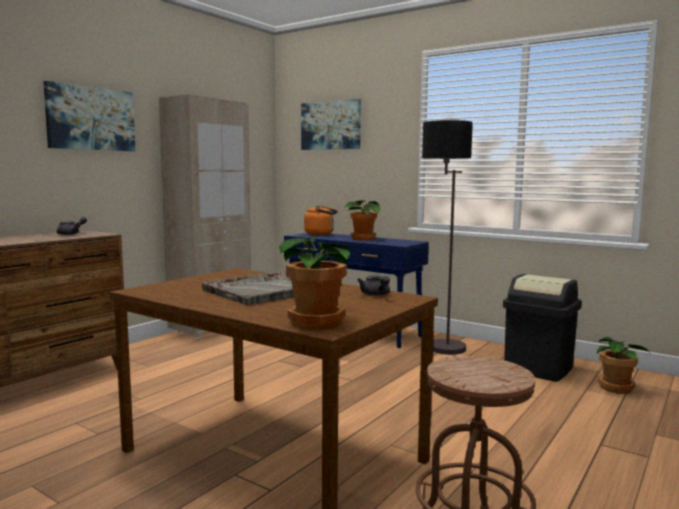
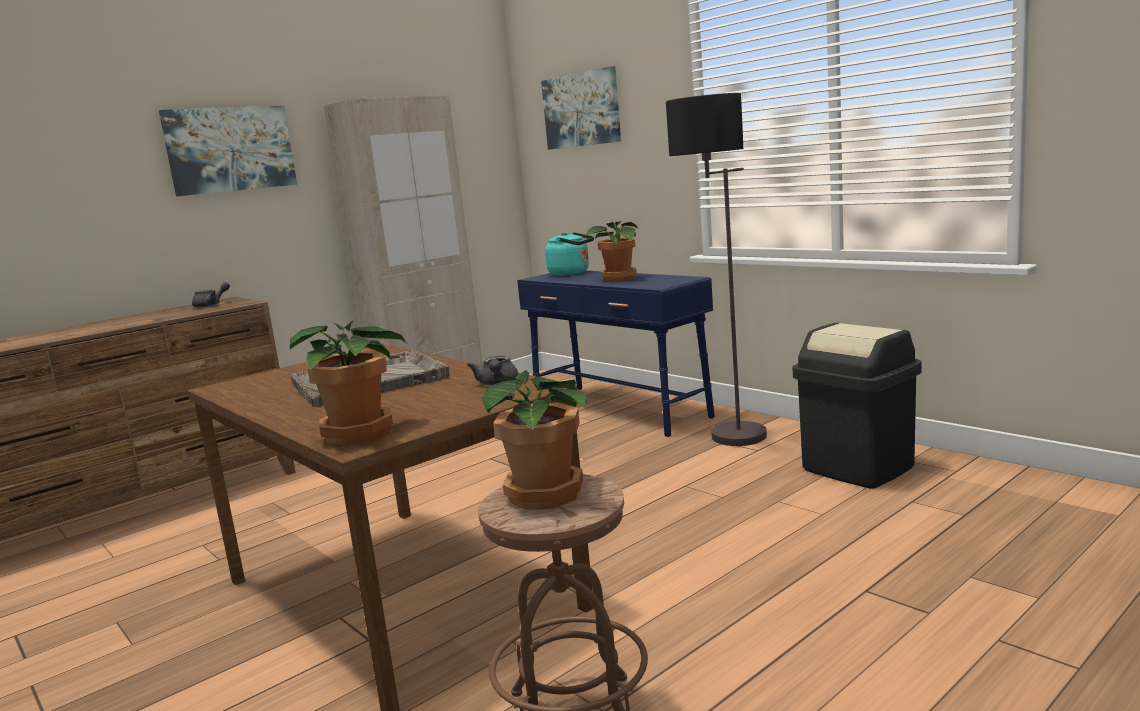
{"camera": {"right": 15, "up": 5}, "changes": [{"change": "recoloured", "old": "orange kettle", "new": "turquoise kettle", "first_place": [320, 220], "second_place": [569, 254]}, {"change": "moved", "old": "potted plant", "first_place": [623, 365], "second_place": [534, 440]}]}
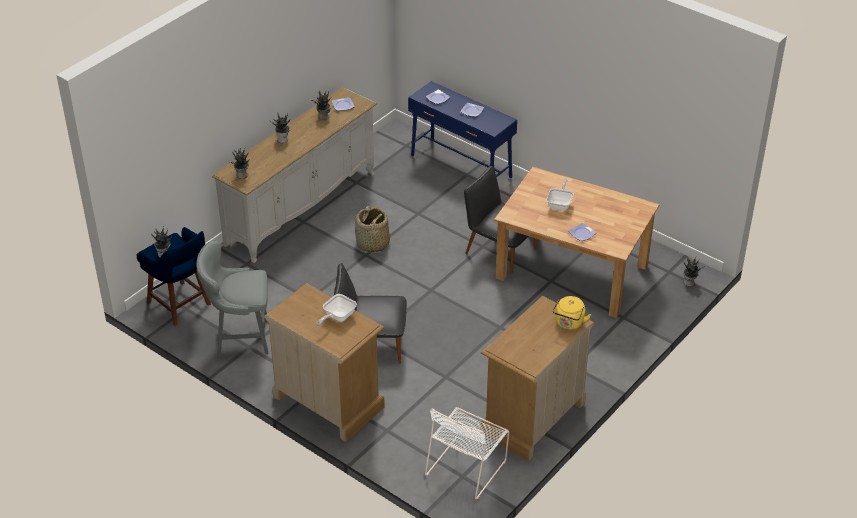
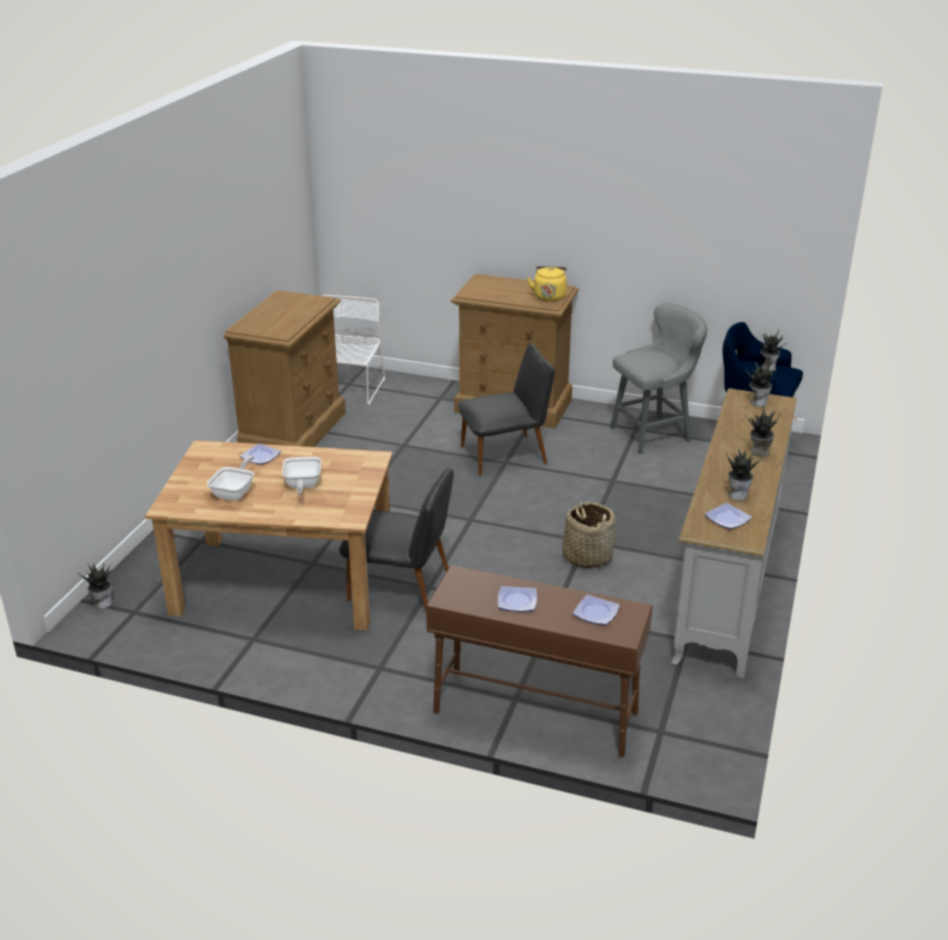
{"camera": {"right": 160, "up": -10}, "changes": [{"change": "moved", "old": "frying pan", "first_place": [336, 310], "second_place": [230, 478]}, {"change": "recoloured", "old": "blue console table", "new": "brown console table", "first_place": [462, 129], "second_place": [539, 661]}, {"change": "moved", "old": "yellow kettle", "first_place": [572, 313], "second_place": [547, 283]}]}
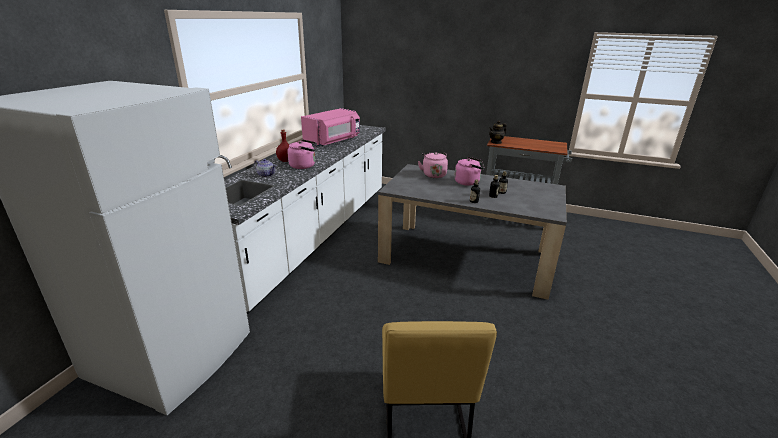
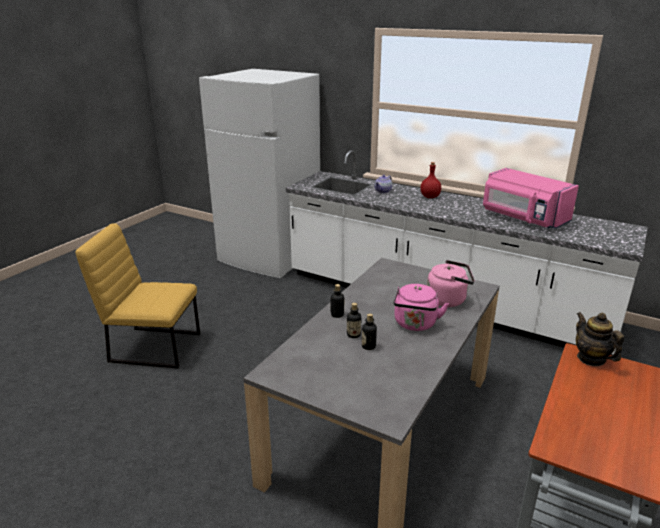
{"camera": {"right": 100, "up": 0}, "changes": [{"change": "removed", "old": "pink kettle", "first_place": [302, 154]}]}
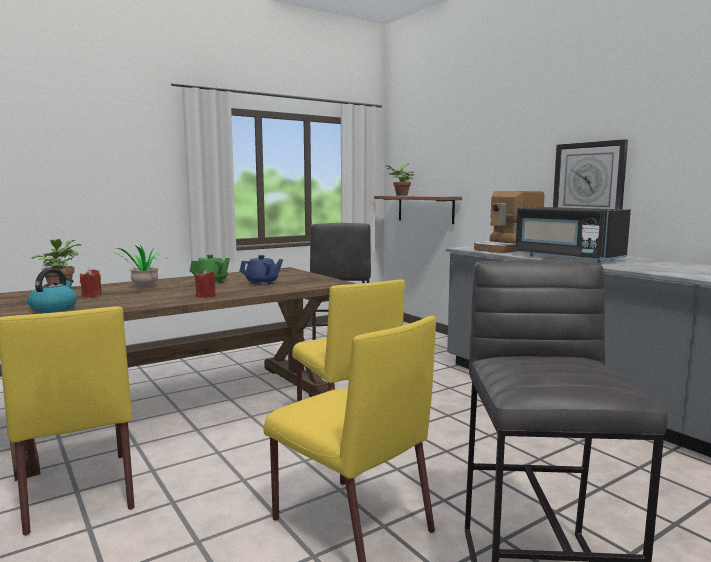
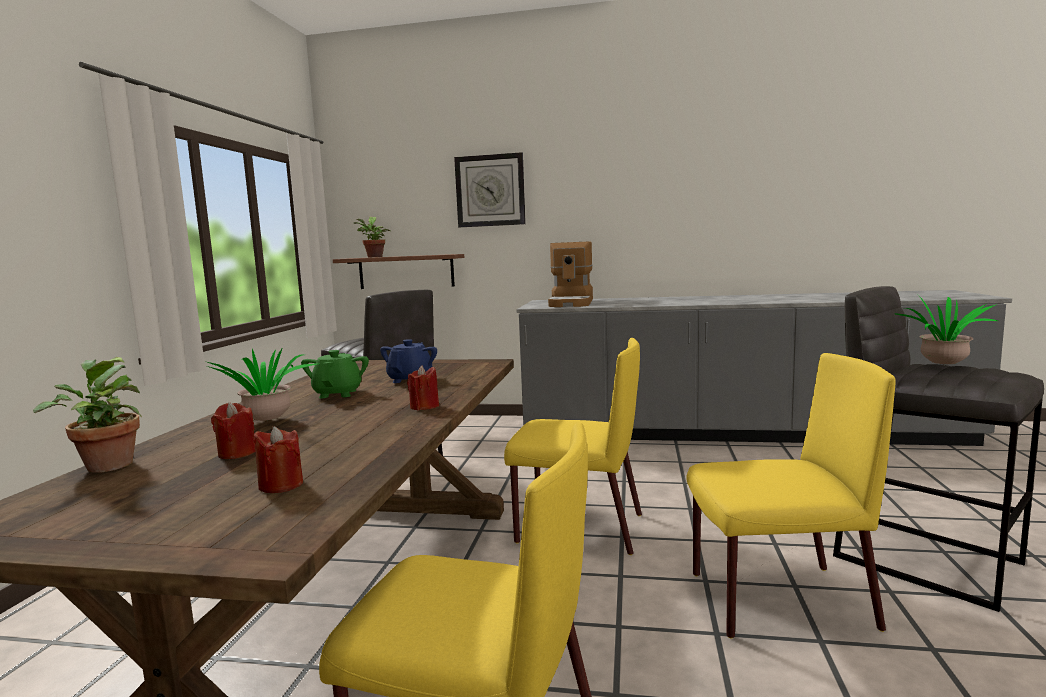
{"camera": {"right": -45, "up": 0}, "changes": [{"change": "replaced", "old": "kettle", "new": "red candle", "first_place": [52, 290], "second_place": [278, 459]}, {"change": "removed", "old": "black microwave", "first_place": [573, 235]}, {"change": "moved", "old": "wall clock", "first_place": [590, 174], "second_place": [490, 189]}, {"change": "added", "new": "potted plant", "second_place": [946, 329]}]}
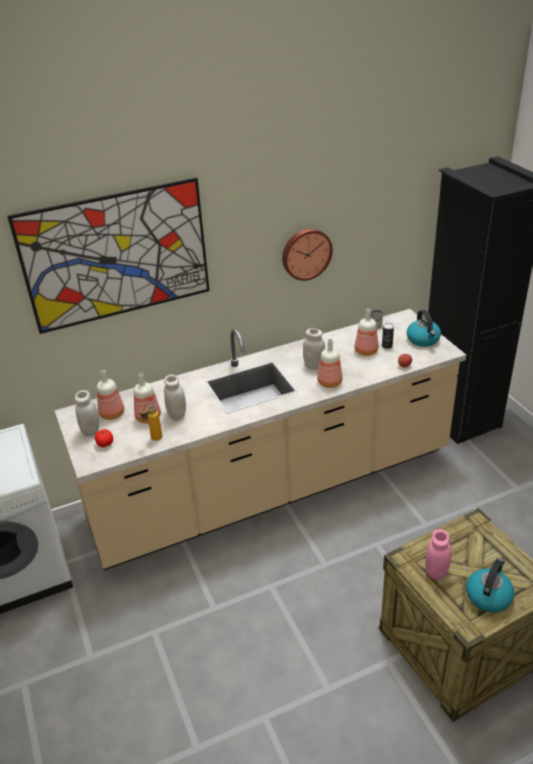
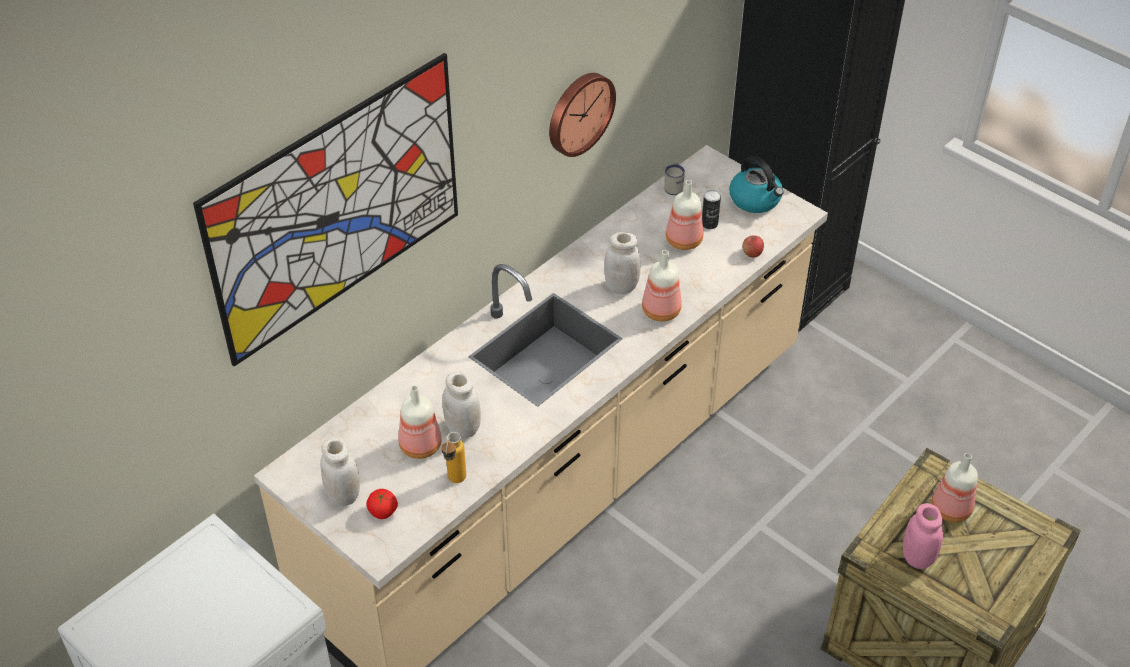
{"camera": {"right": -25, "up": 10}, "changes": [{"change": "moved", "old": "bottle", "first_place": [110, 395], "second_place": [955, 487]}, {"change": "removed", "old": "kettle", "first_place": [490, 585]}]}
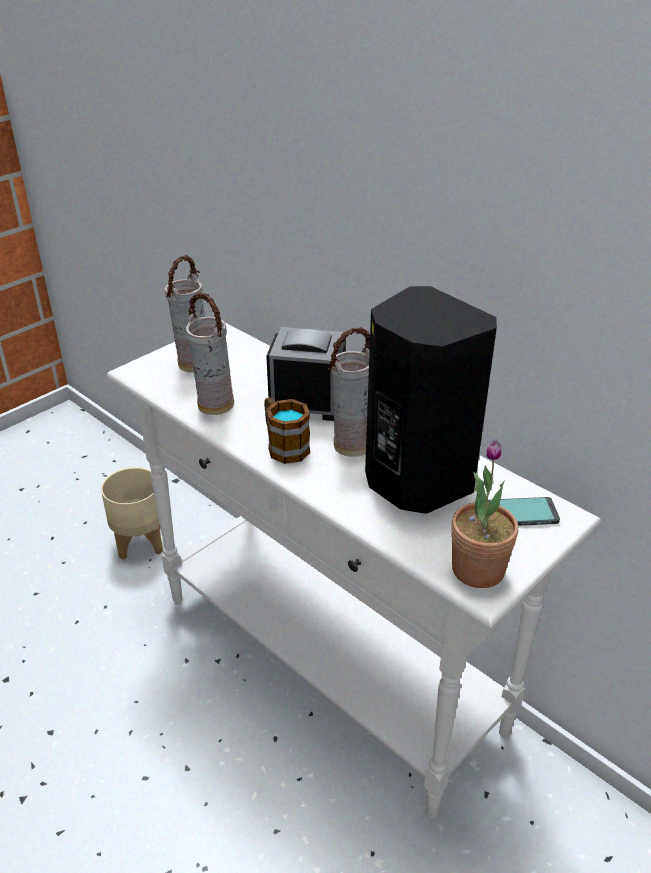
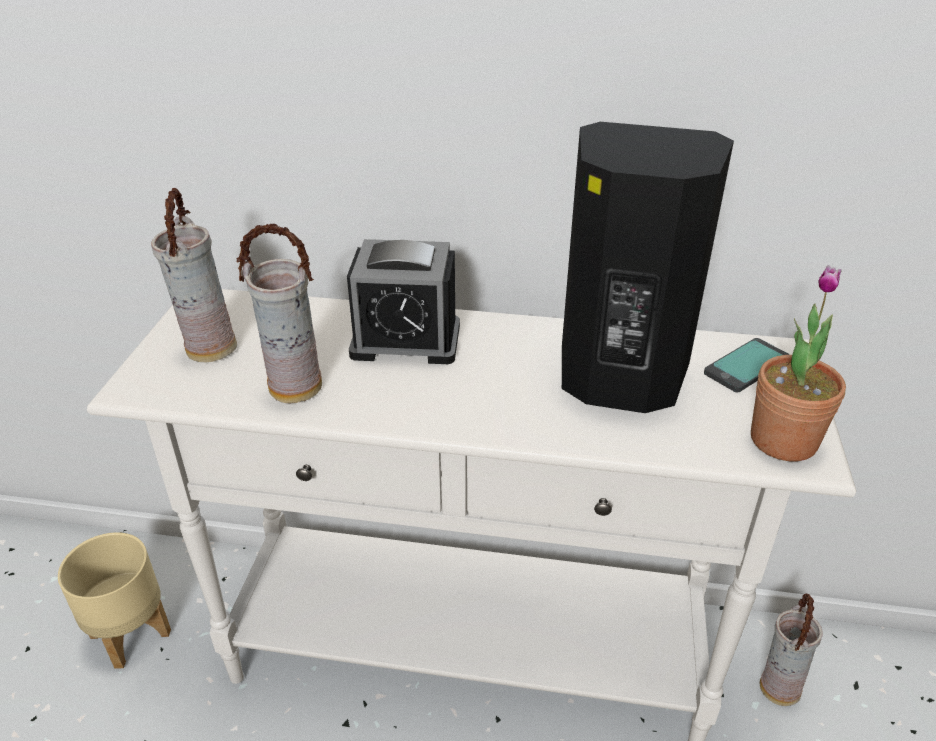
{"camera": {"right": -35, "up": 0}, "changes": [{"change": "removed", "old": "mug", "first_place": [287, 430]}, {"change": "turned", "old": "alarm clock", "first_place": [306, 374], "second_place": [403, 301], "degrees": -150}, {"change": "moved", "old": "vase", "first_place": [349, 392], "second_place": [791, 650]}]}
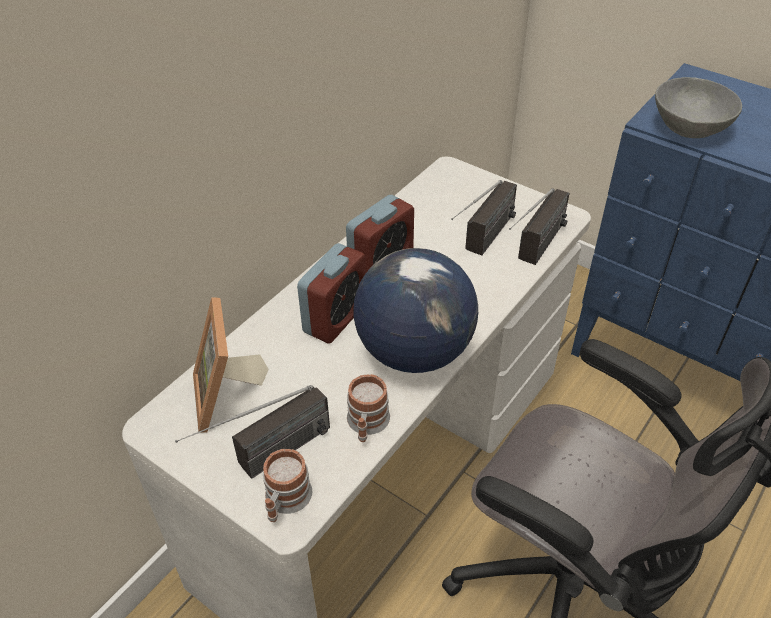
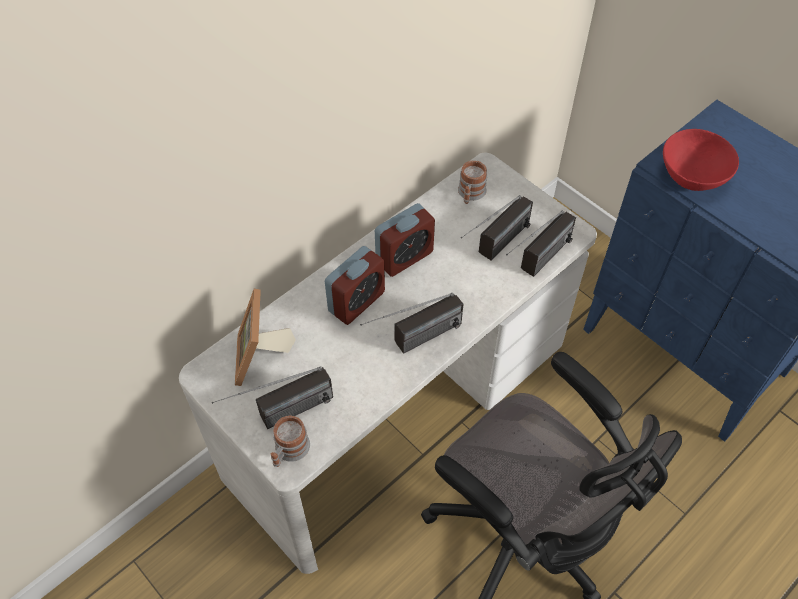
{"camera": {"right": 10, "up": 10}, "changes": [{"change": "moved", "old": "mug", "first_place": [368, 408], "second_place": [472, 182]}, {"change": "replaced", "old": "globe", "new": "radio", "first_place": [415, 310], "second_place": [411, 323]}, {"change": "recoloured", "old": "grey bowl", "new": "red bowl", "first_place": [698, 107], "second_place": [701, 160]}]}
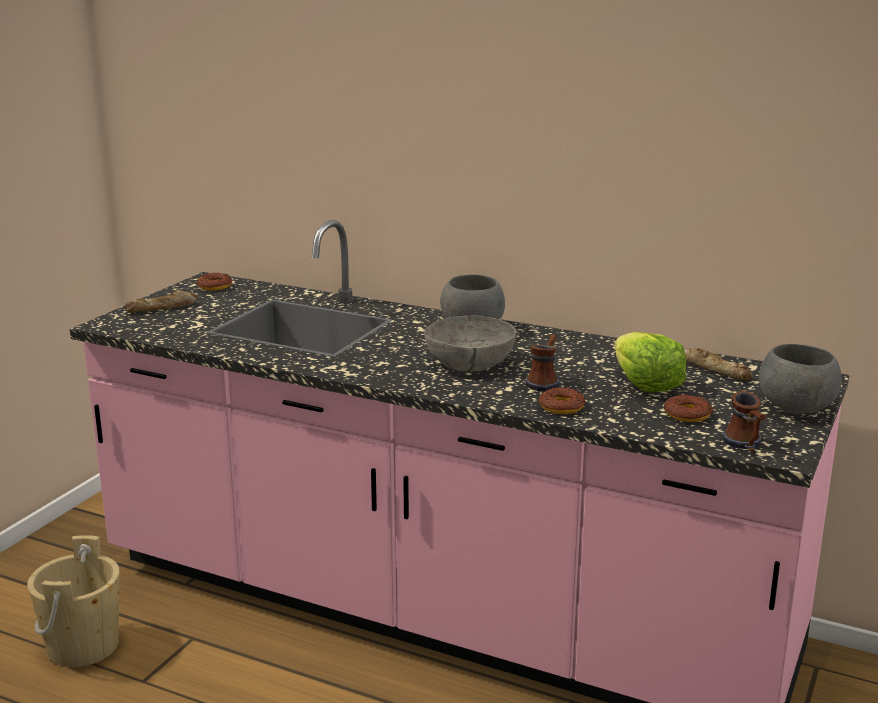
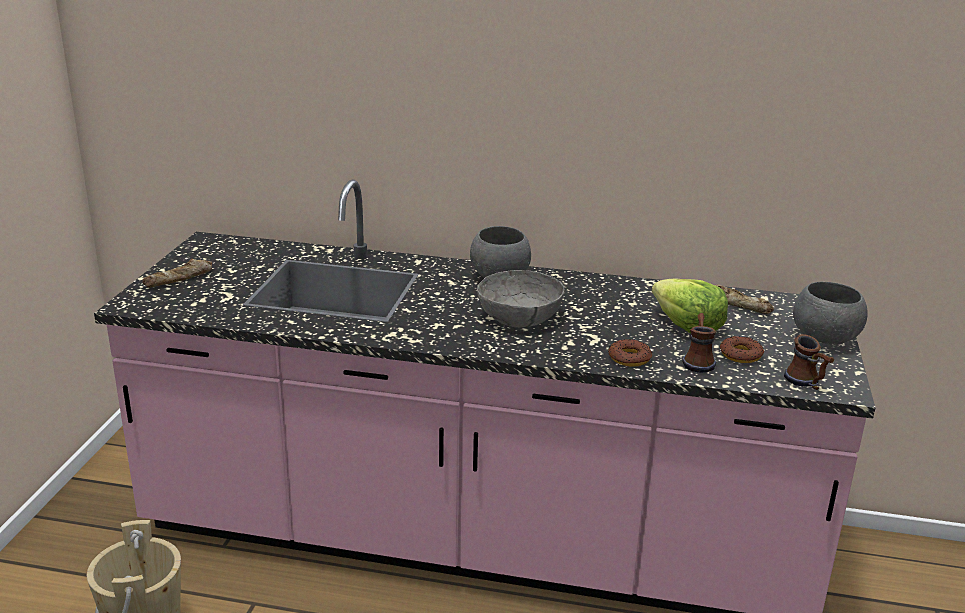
{"camera": {"right": -15, "up": 5}, "changes": [{"change": "removed", "old": "donut", "first_place": [214, 282]}, {"change": "moved", "old": "mug", "first_place": [542, 363], "second_place": [699, 343]}]}
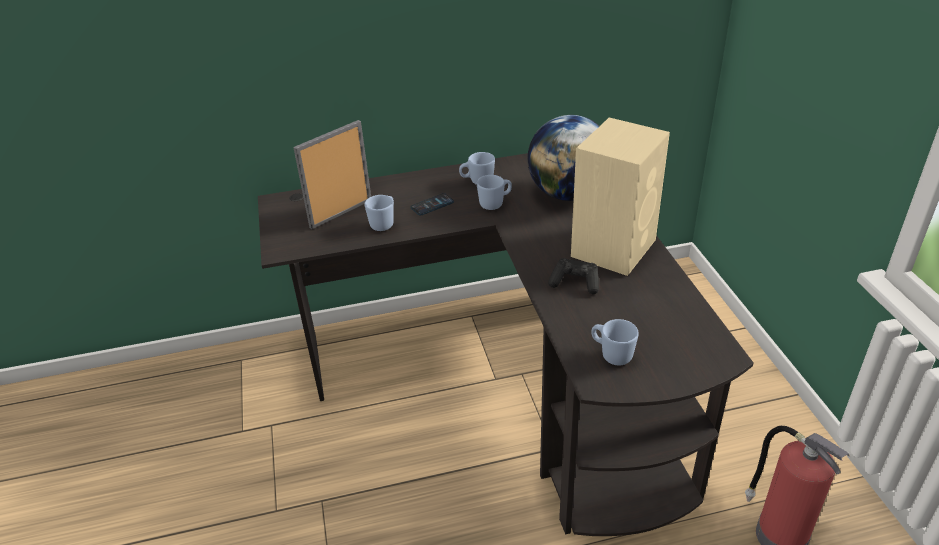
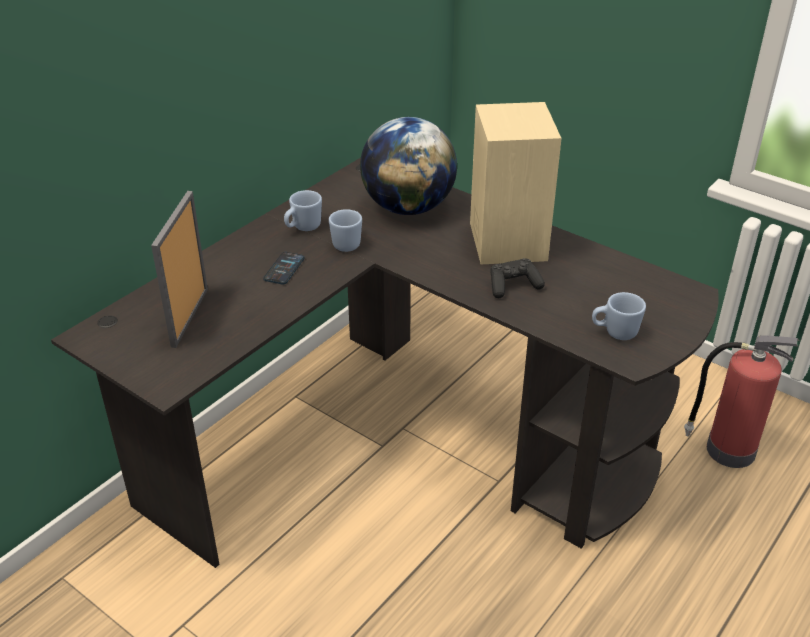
{"camera": {"right": -40, "up": 0}, "changes": [{"change": "removed", "old": "blue mug", "first_place": [379, 213]}]}
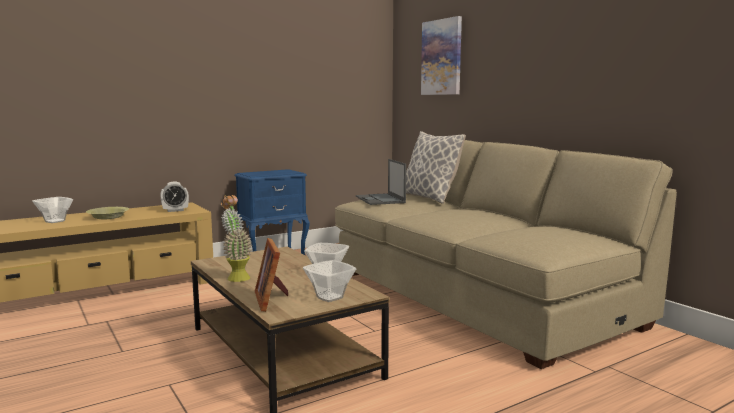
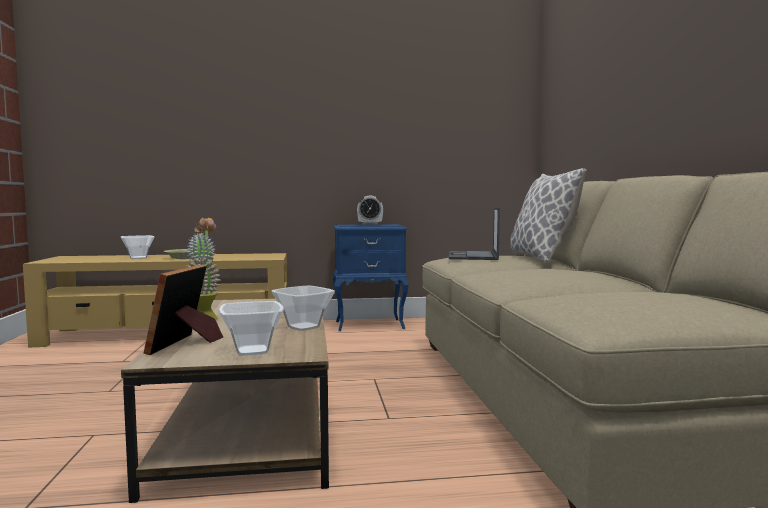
{"camera": {"right": 25, "up": -5}, "changes": [{"change": "moved", "old": "alarm clock", "first_place": [174, 197], "second_place": [370, 210]}, {"change": "removed", "old": "picture", "first_place": [441, 55]}]}
